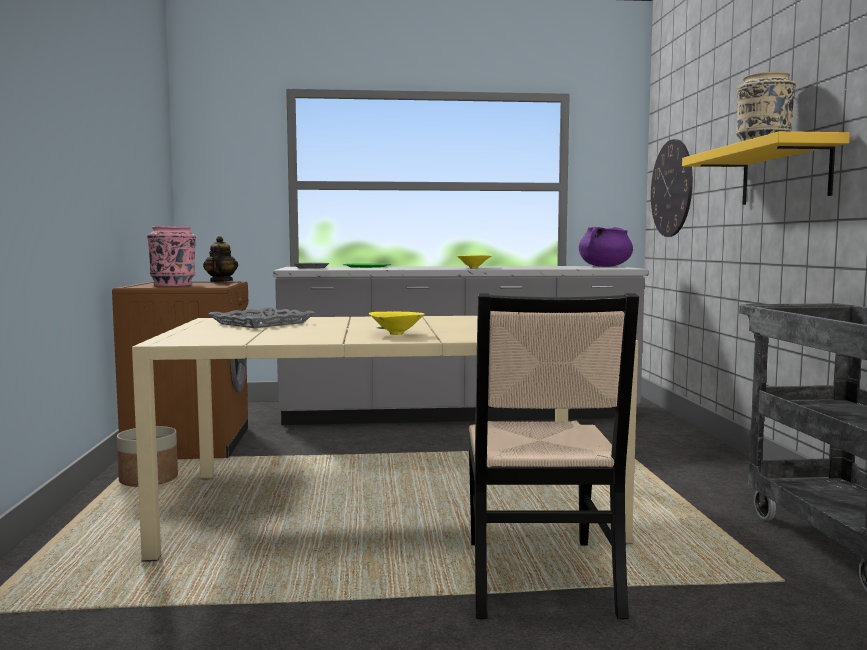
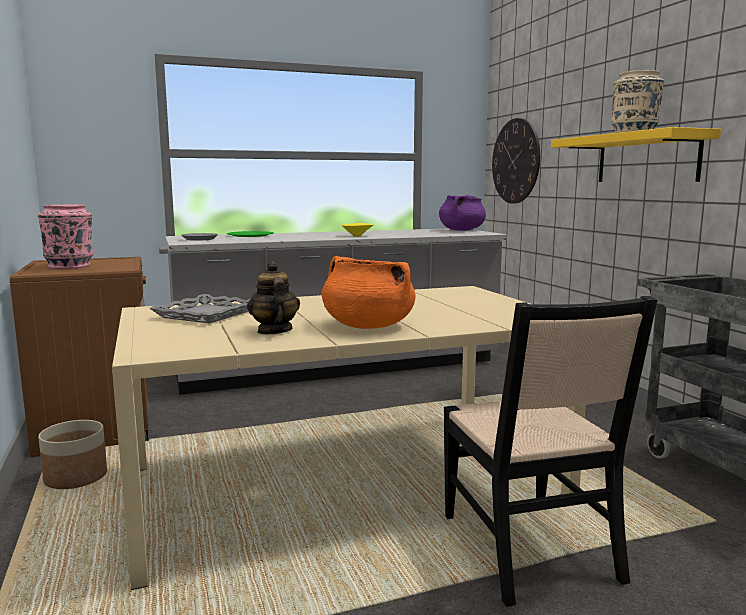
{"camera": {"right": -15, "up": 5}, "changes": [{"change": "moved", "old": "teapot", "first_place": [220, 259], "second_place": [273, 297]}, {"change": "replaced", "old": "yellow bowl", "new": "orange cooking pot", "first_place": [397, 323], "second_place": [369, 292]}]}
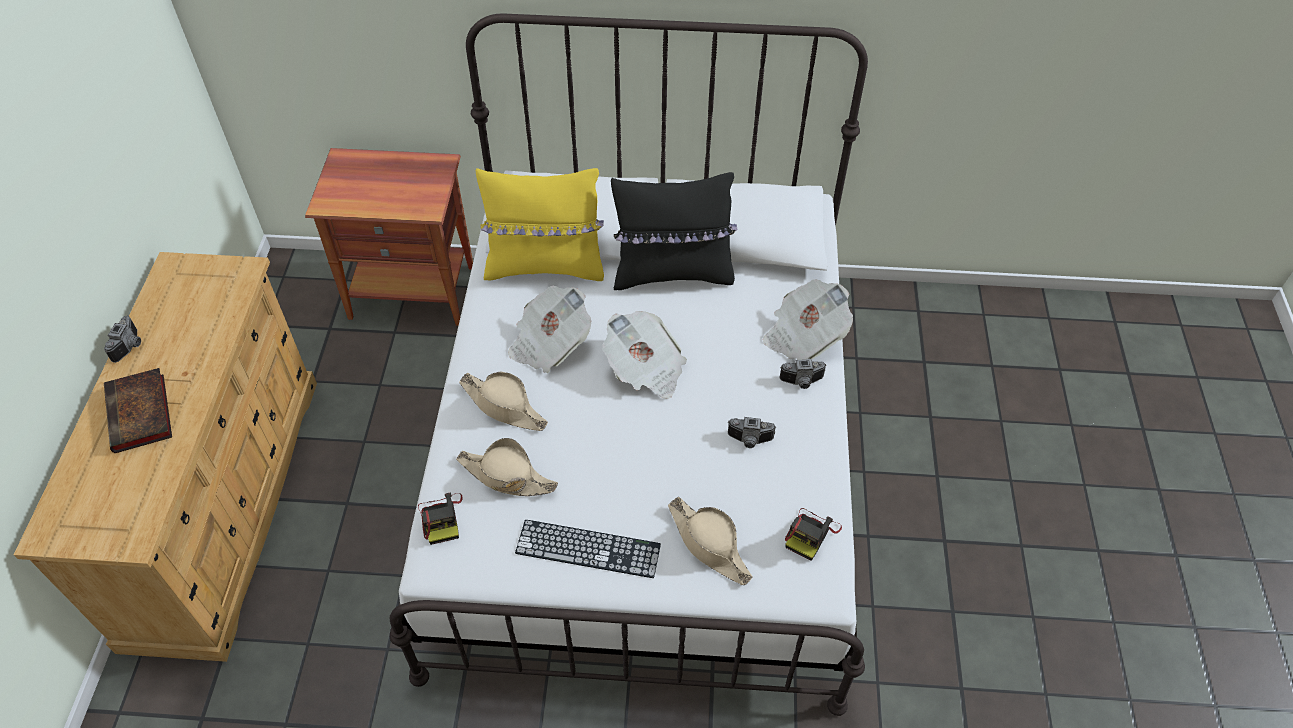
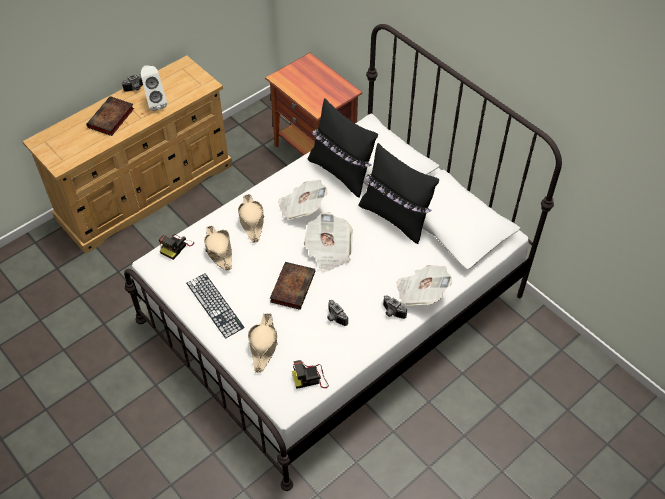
{"camera": {"right": 45, "up": 0}, "changes": [{"change": "recoloured", "old": "yellow pillow", "new": "black pillow", "first_place": [540, 224], "second_place": [342, 147]}, {"change": "added", "new": "white speaker", "second_place": [154, 88]}, {"change": "added", "new": "book", "second_place": [292, 286]}]}
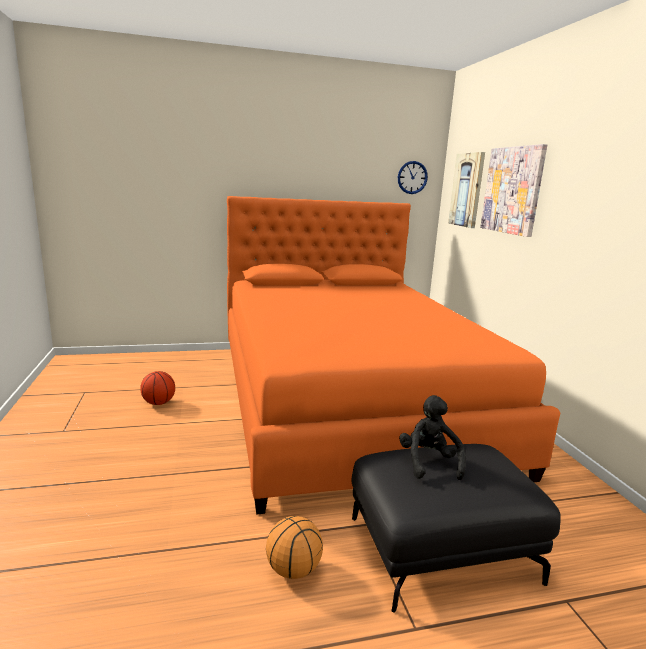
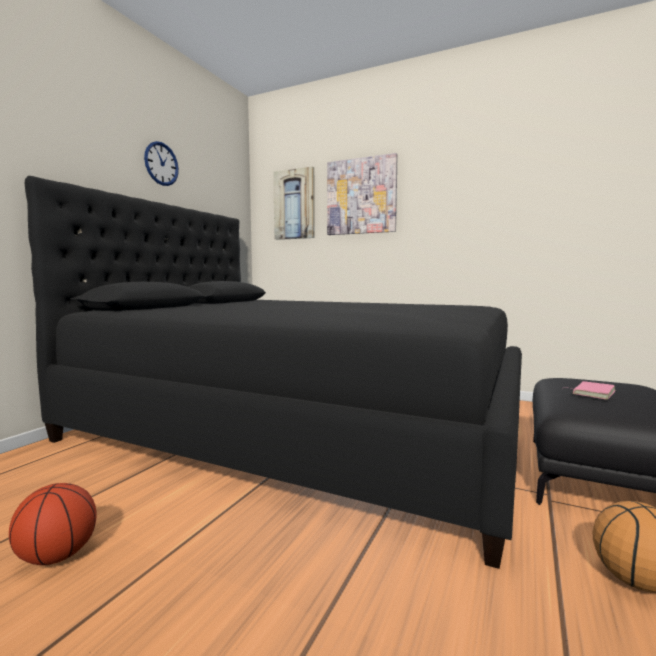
{"camera": {"right": -50, "up": -10}, "changes": [{"change": "recoloured", "old": "orange bed", "new": "black bed", "first_place": [393, 355], "second_place": [273, 372]}, {"change": "moved", "old": "wall clock", "first_place": [413, 177], "second_place": [161, 163]}, {"change": "replaced", "old": "black plush toy", "new": "pink book", "first_place": [432, 437], "second_place": [590, 390]}]}
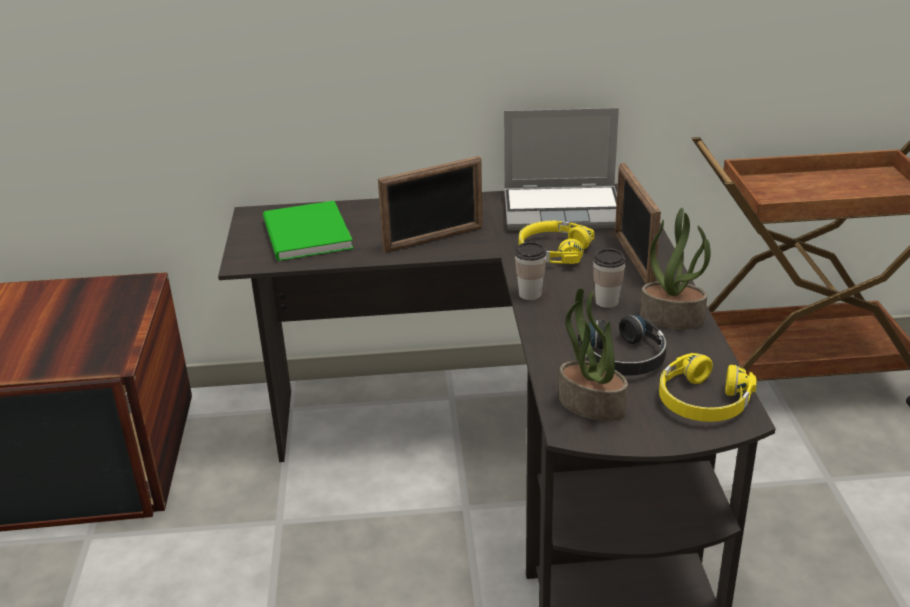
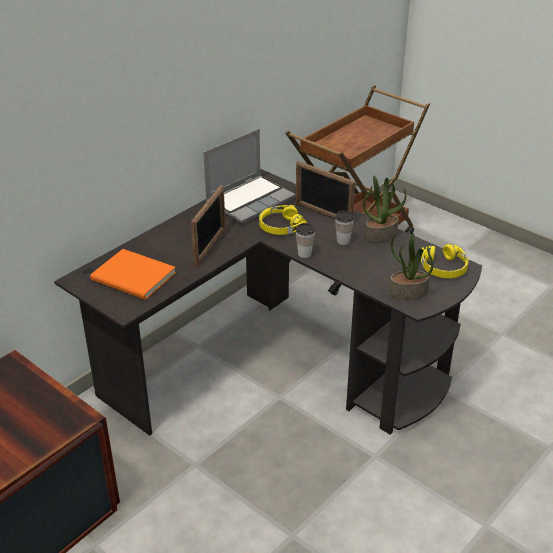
{"camera": {"right": -45, "up": 5}, "changes": [{"change": "recoloured", "old": "green book", "new": "orange book", "first_place": [308, 231], "second_place": [133, 274]}, {"change": "removed", "old": "black headphones", "first_place": [622, 345]}]}
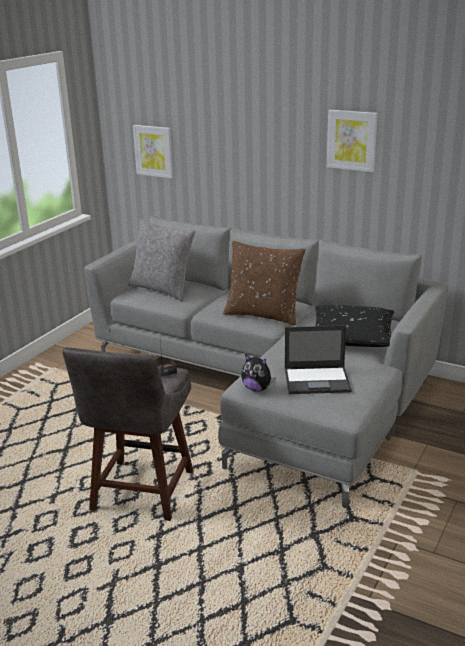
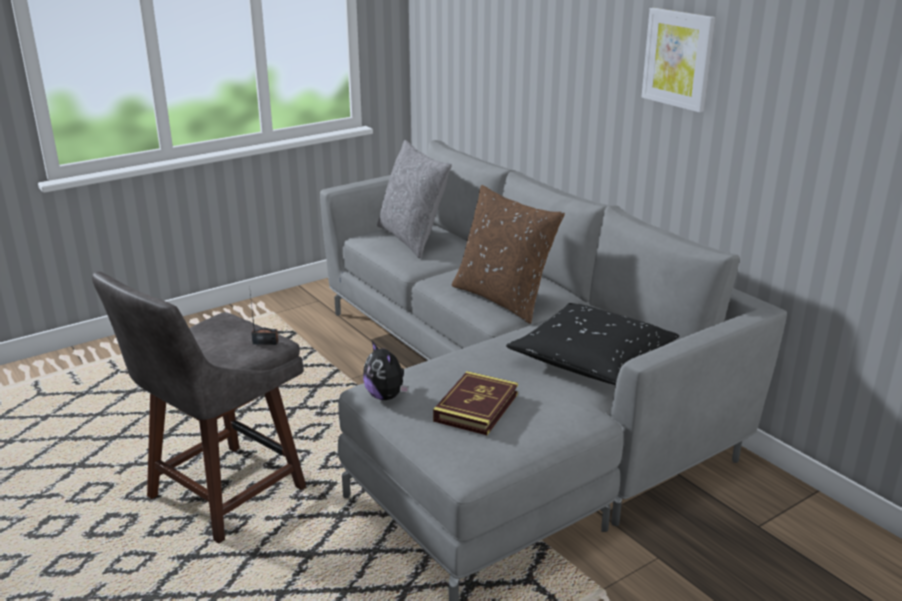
{"camera": {"right": 25, "up": 0}, "changes": [{"change": "removed", "old": "picture", "first_place": [153, 151]}, {"change": "replaced", "old": "laptop", "new": "book", "first_place": [318, 359], "second_place": [475, 403]}]}
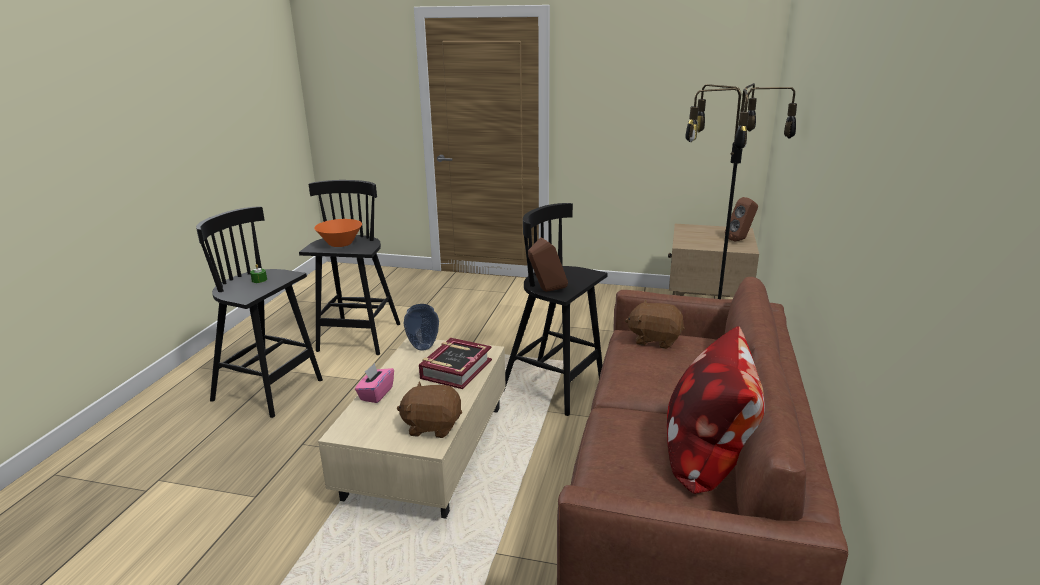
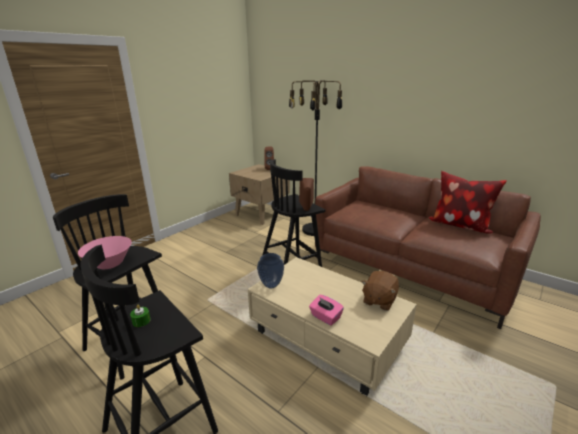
{"camera": {"right": -65, "up": 0}, "changes": [{"change": "recoloured", "old": "orange bowl", "new": "pink bowl", "first_place": [338, 233], "second_place": [105, 252]}, {"change": "removed", "old": "book", "first_place": [455, 363]}, {"change": "removed", "old": "brown plush toy", "first_place": [655, 324]}]}
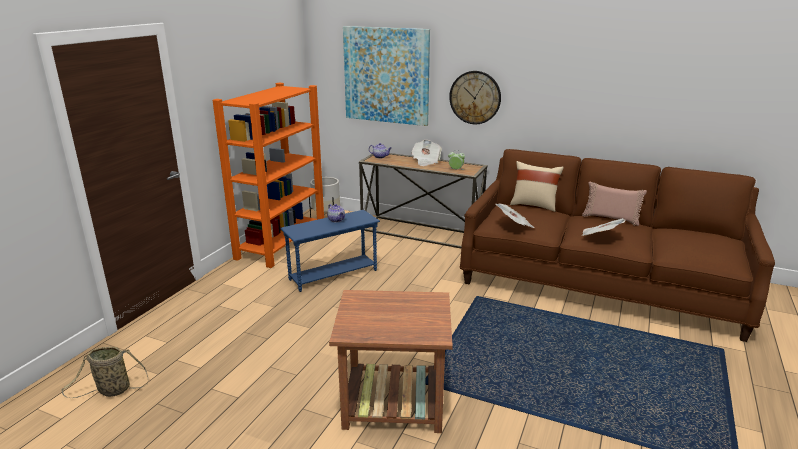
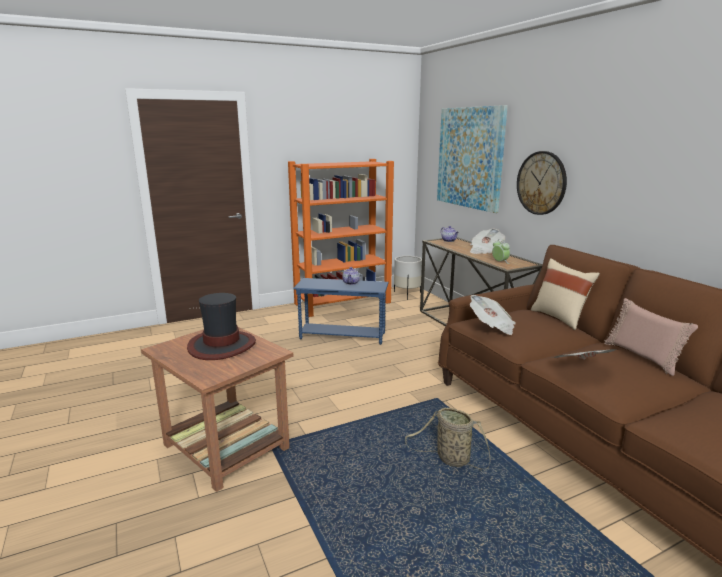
{"camera": {"right": 40, "up": -5}, "changes": [{"change": "moved", "old": "basket", "first_place": [105, 372], "second_place": [447, 439]}, {"change": "added", "new": "hat", "second_place": [221, 326]}]}
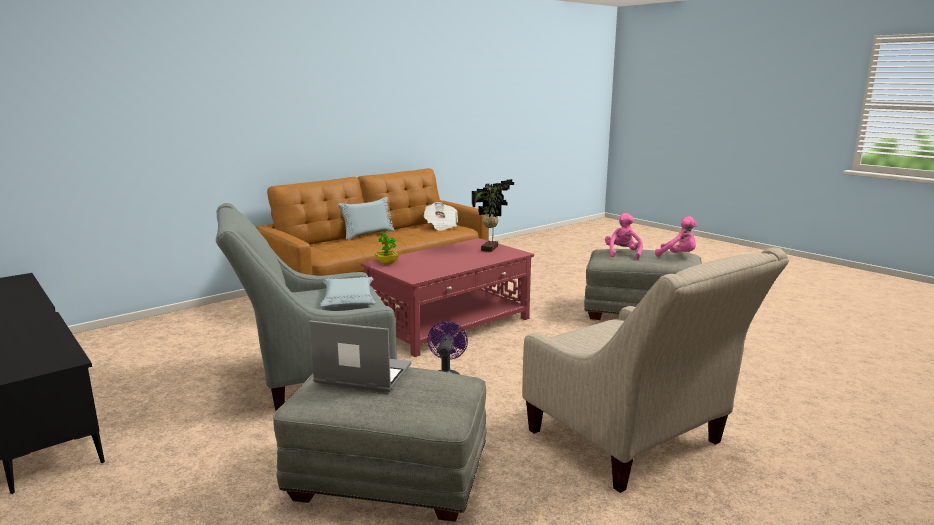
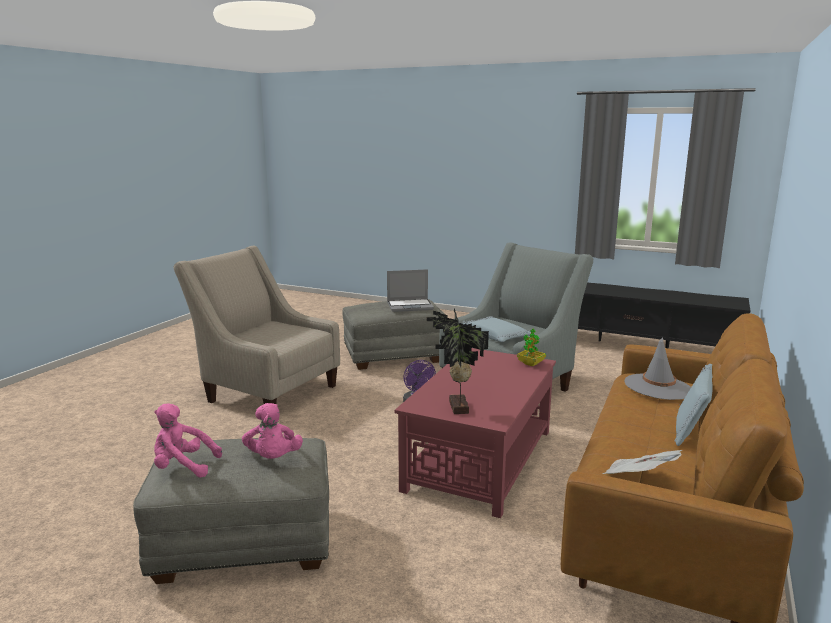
{"camera": {"right": 155, "up": 0}, "changes": [{"change": "added", "new": "grey hat", "second_place": [658, 368]}]}
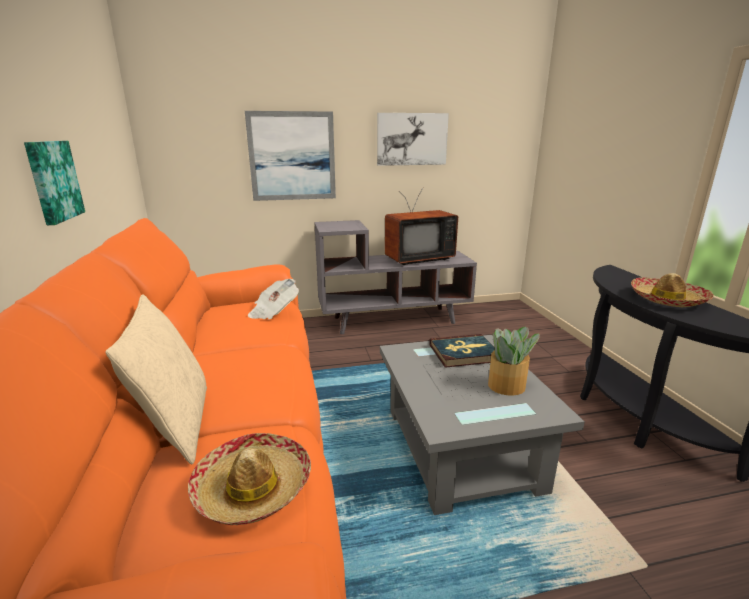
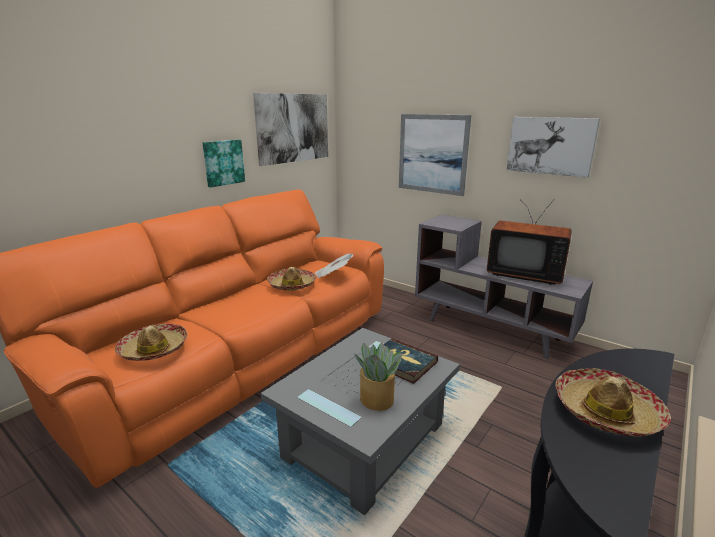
{"camera": {"right": 50, "up": 0}, "changes": [{"change": "removed", "old": "beige pillow", "first_place": [156, 379]}, {"change": "added", "new": "picture", "second_place": [290, 129]}, {"change": "added", "new": "hat", "second_place": [291, 279]}]}
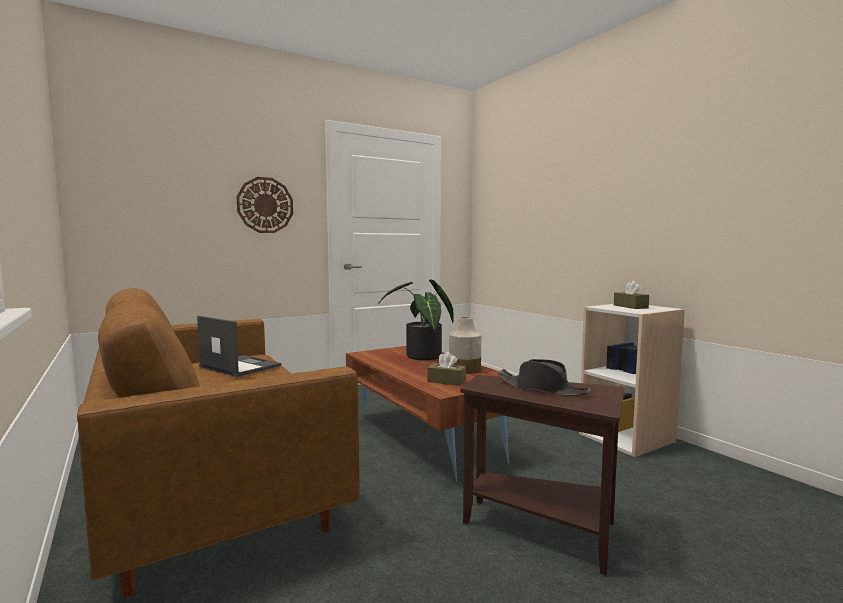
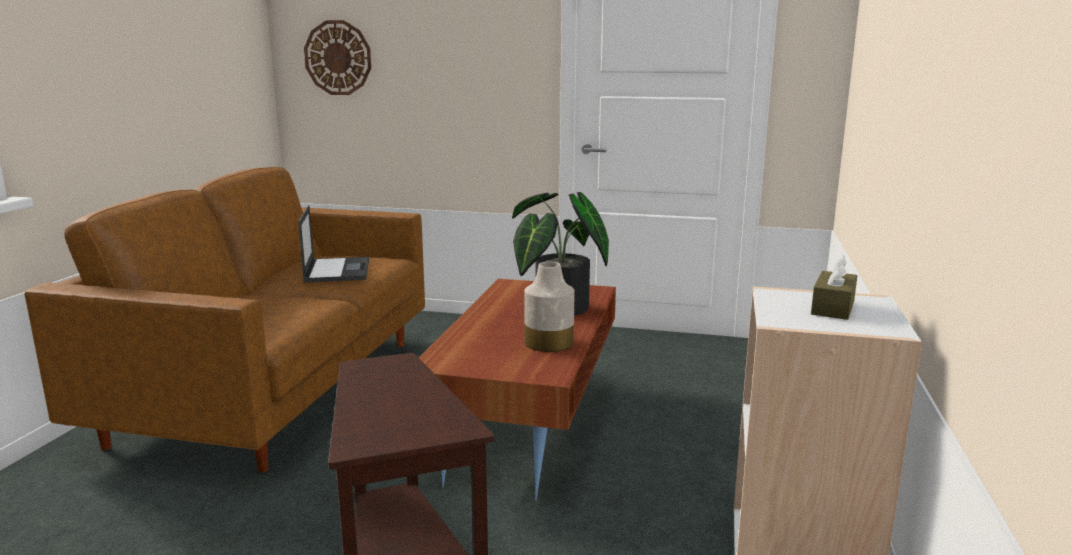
{"camera": {"right": 45, "up": 10}, "changes": [{"change": "moved", "old": "wall clock", "first_place": [265, 205], "second_place": [337, 57]}, {"change": "removed", "old": "brown tissue box", "first_place": [446, 369]}, {"change": "removed", "old": "black hat", "first_place": [544, 377]}]}
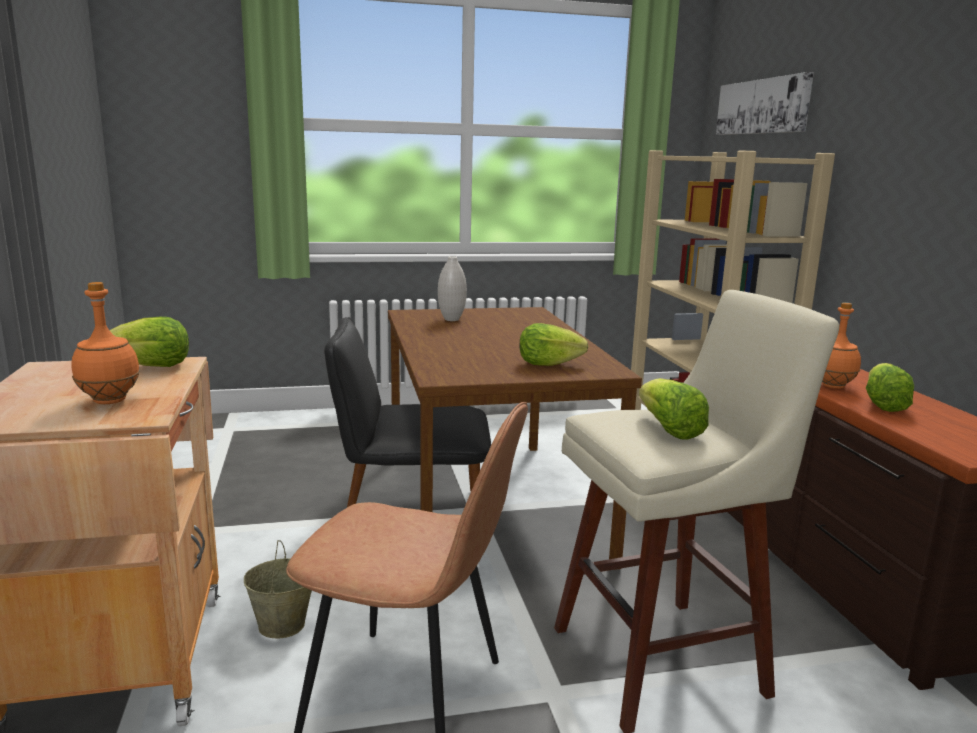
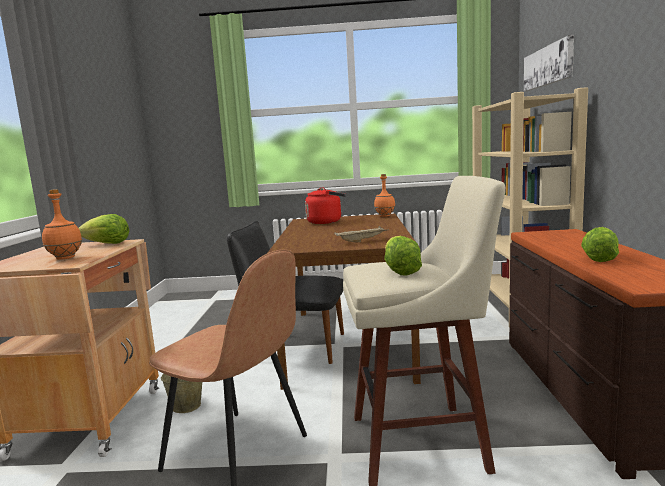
{"camera": {"right": 15, "up": -5}, "changes": [{"change": "replaced", "old": "white vase", "new": "red kettle", "first_place": [452, 288], "second_place": [325, 206]}, {"change": "replaced", "old": "lettuce", "new": "beige tray", "first_place": [554, 344], "second_place": [361, 234]}, {"change": "moved", "old": "orange bottle", "first_place": [841, 345], "second_place": [384, 195]}]}
